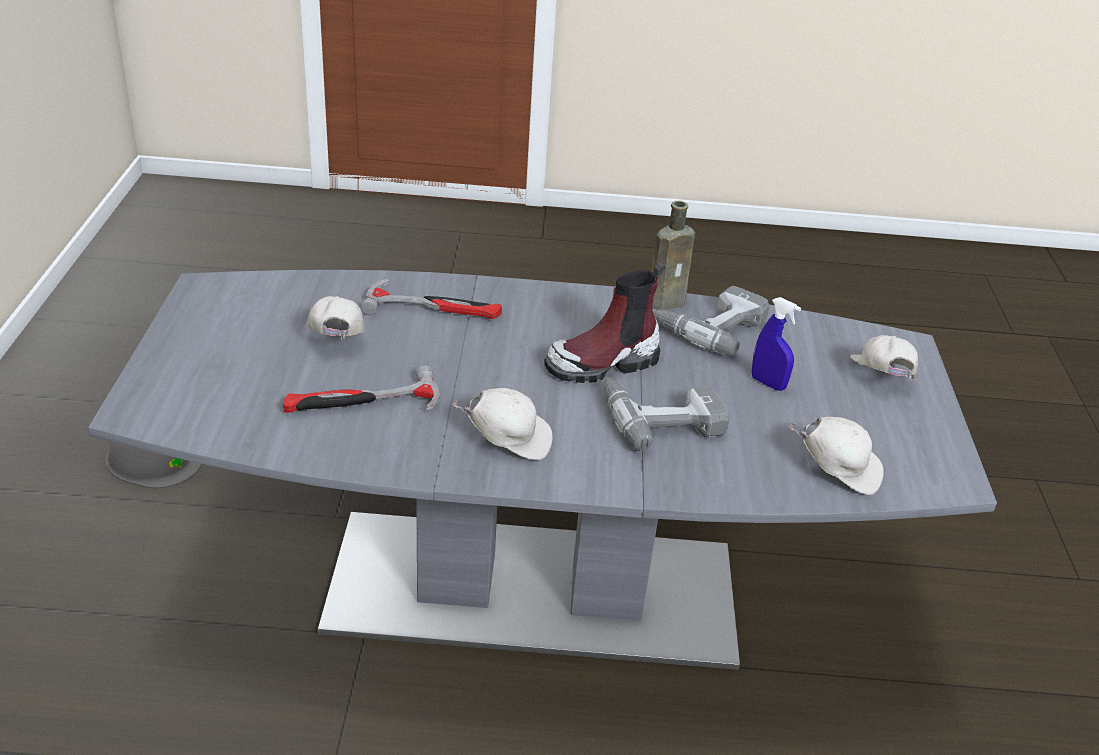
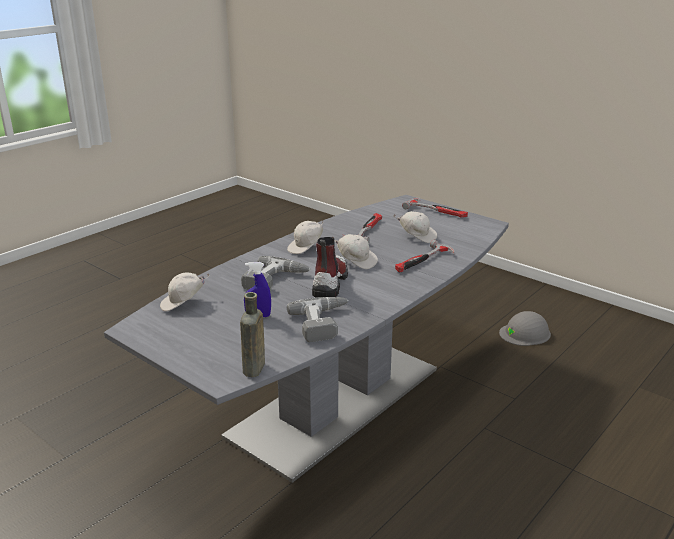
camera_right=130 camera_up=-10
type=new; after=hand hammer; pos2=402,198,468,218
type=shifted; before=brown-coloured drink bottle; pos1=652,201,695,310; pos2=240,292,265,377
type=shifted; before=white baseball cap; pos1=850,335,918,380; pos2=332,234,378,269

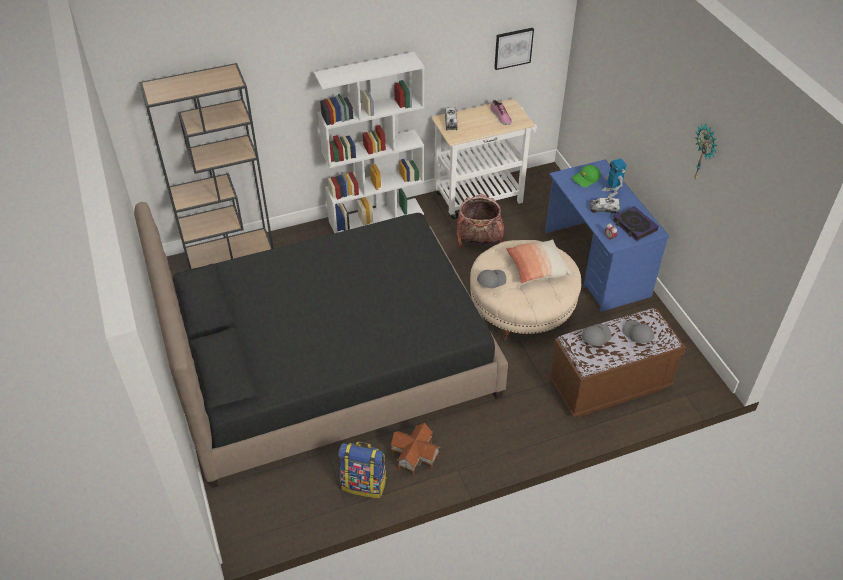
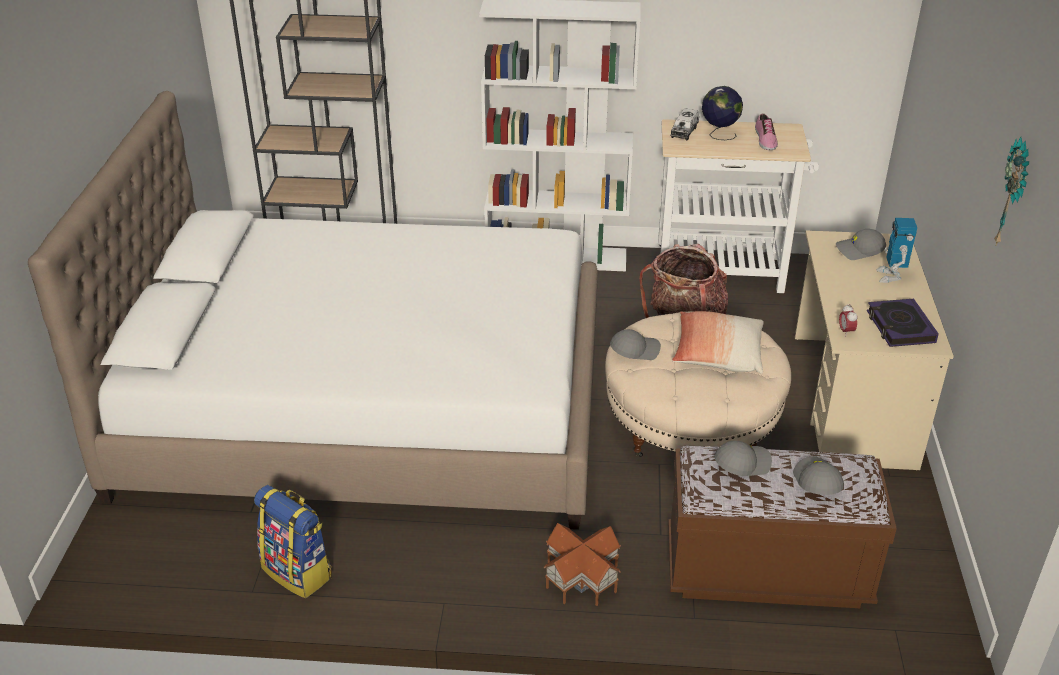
camera_right=25 camera_up=-10
type=gone; before=wall art; pos1=494,28,534,70
type=gone; before=toy lorry; pos1=590,198,620,214
type=new; after=globe; pos2=702,86,743,140
type=shifted; before=miniature house; pos1=390,423,440,477; pos2=544,523,621,606
type=repainted; before=black-coloured bedroom bed; after=white bedroom bed; pos1=134,202,508,488; pos2=28,91,598,530
type=repainted; before=blue-coloured desk; after=beige-coloured desk; pos1=545,160,670,312; pos2=795,230,954,471
type=repainted; before=green-coloured baseball cap; after=greyish baseball cap; pos1=572,165,601,187; pos2=836,229,886,260

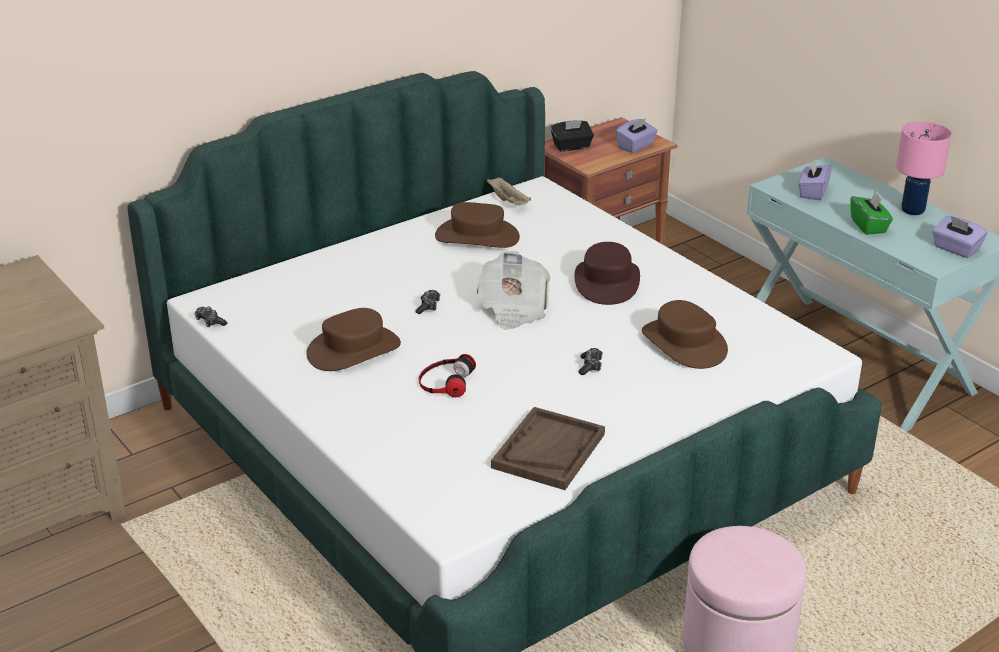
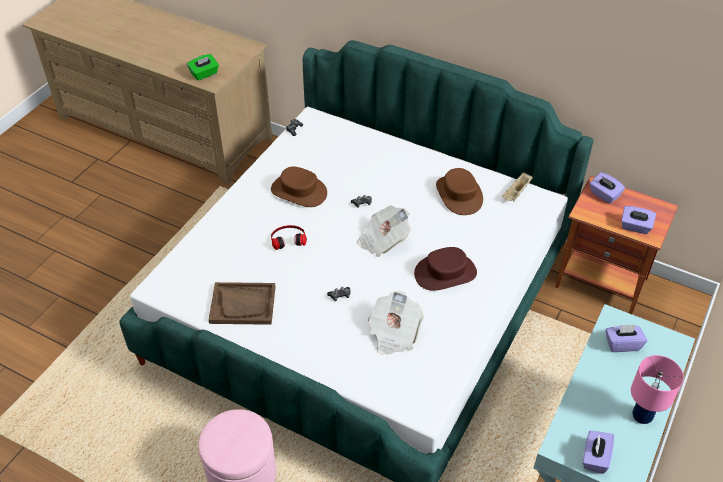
camera_right=65 camera_up=15
type=shifted; before=green-coloured tissue box; pos1=851,191,893,235; pos2=187,54,219,81
type=swapped; before=brown-coloured clothing hat; after=newspaper; pos1=642,300,728,369; pos2=368,291,424,355
type=repainted; before=black-coloured tissue box; after=purple tissue box; pos1=550,120,594,152; pos2=590,172,625,204

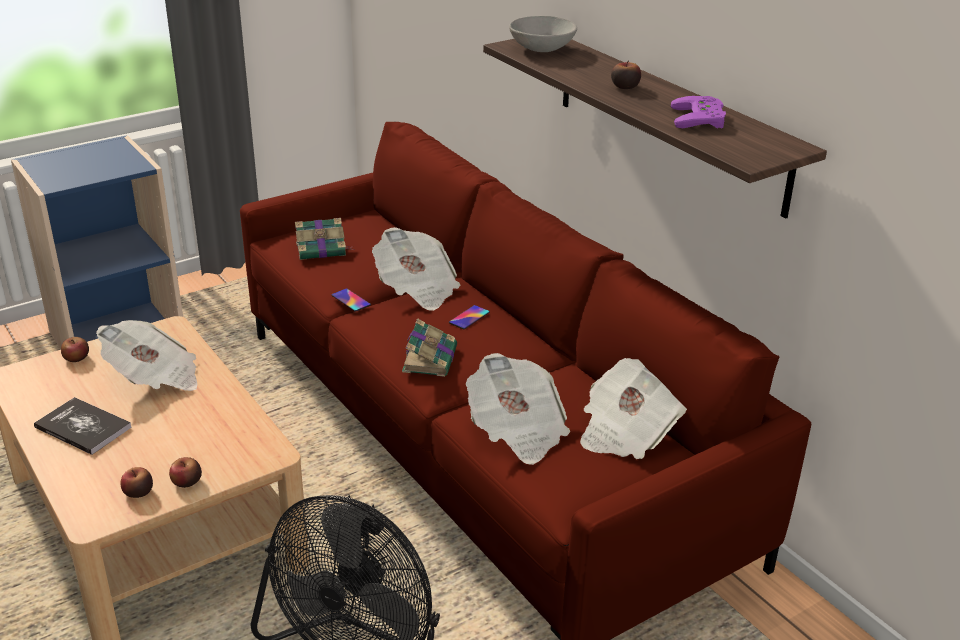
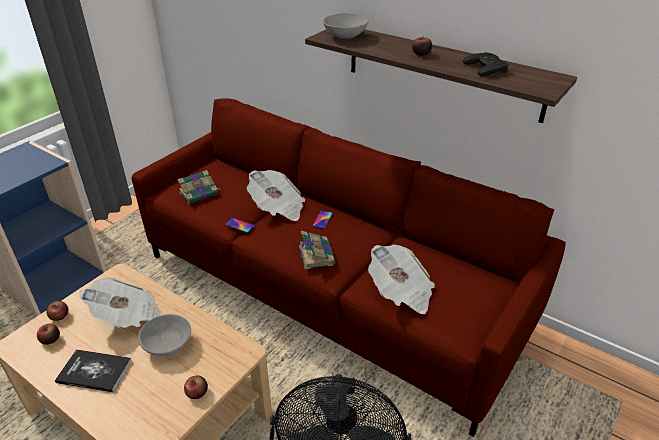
camera_right=-20 camera_up=5
type=gone; before=newspaper; pos1=580,358,687,459
type=new; after=greyish deep dish; pos2=138,314,191,356
type=shifted; before=whole apple; pos1=120,467,153,498; pos2=37,324,60,344
type=repainted; before=purple gamepad; after=black-coloured gamepad; pos1=671,96,726,128; pos2=463,52,508,77

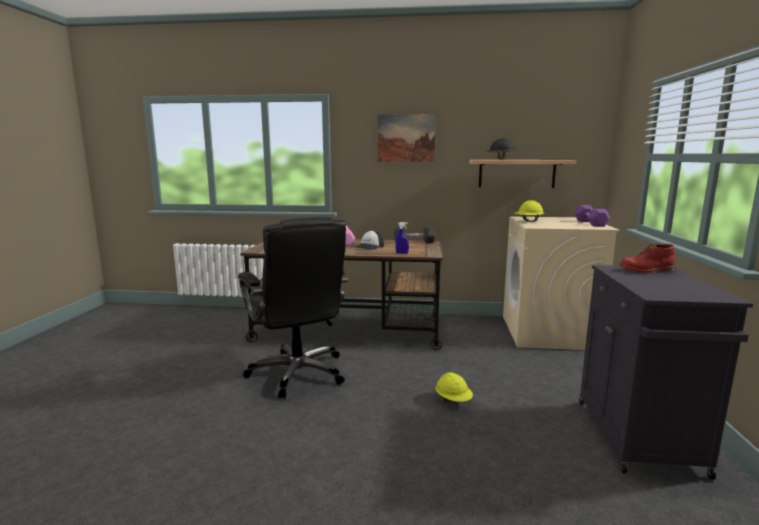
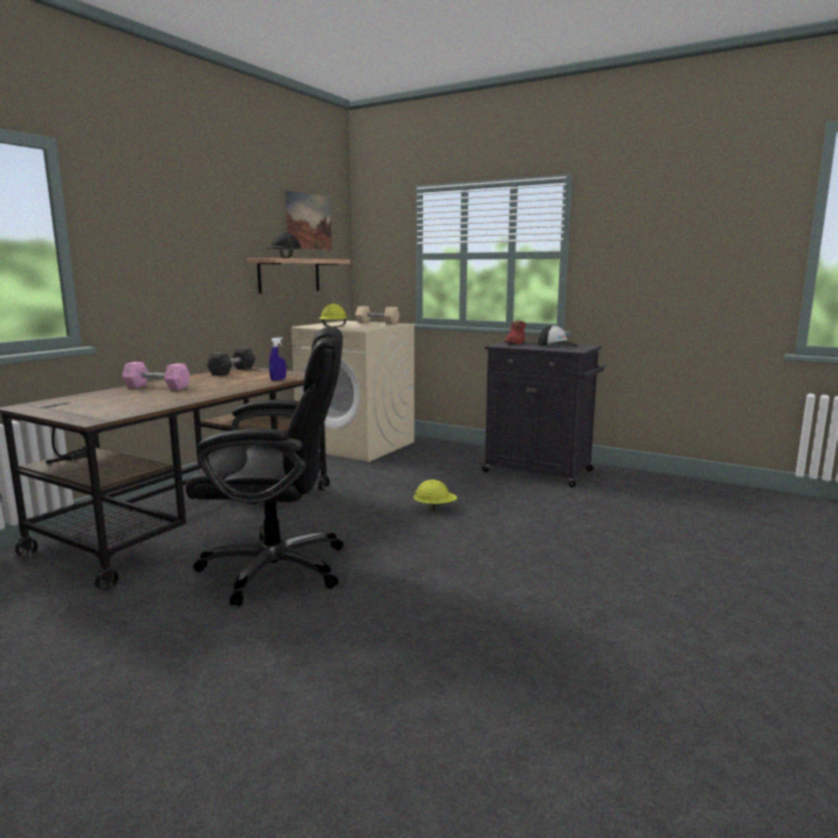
camera_right=-65 camera_up=0
type=shifted; before=baseball cap; pos1=354,230,384,250; pos2=538,325,579,348
type=shifted; before=wall art; pos1=378,114,436,162; pos2=285,190,332,250
type=repainted; before=purple dumbbell; after=beige-coloured dumbbell; pos1=574,205,610,227; pos2=355,306,400,324

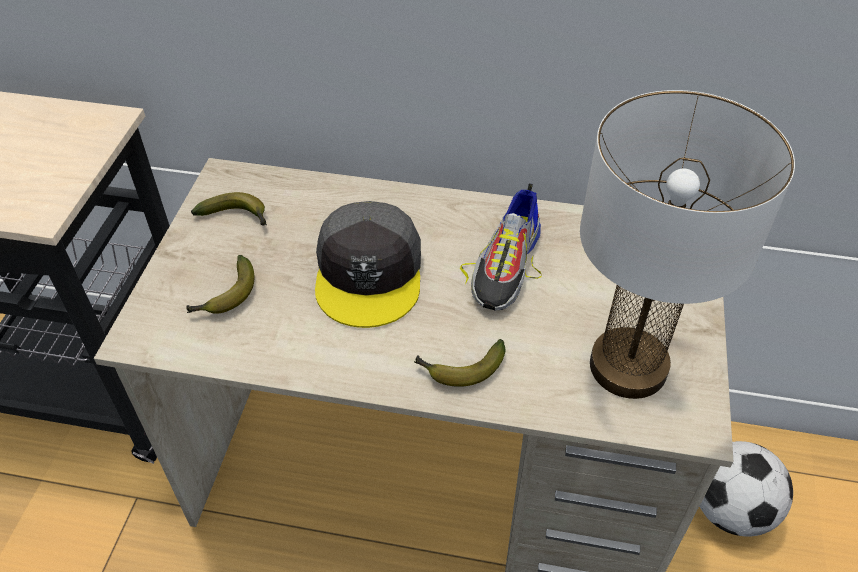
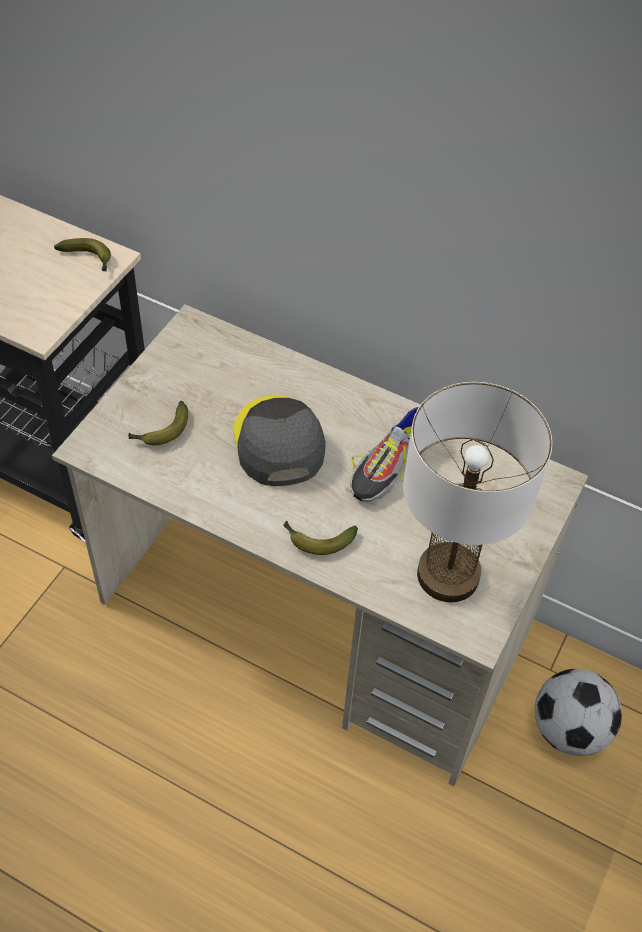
camera_right=15 camera_up=5
type=shifted; before=whole banana; pos1=191,192,267,226; pos2=54,238,111,272
type=rotated; before=greyish baseball cap; pos1=315,201,421,328; pos2=234,396,326,486; turn=150

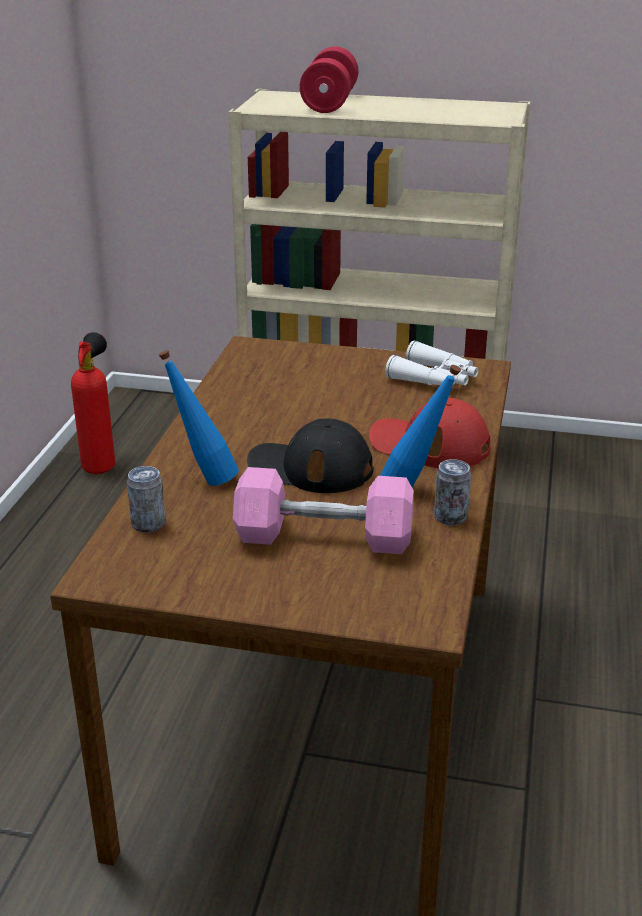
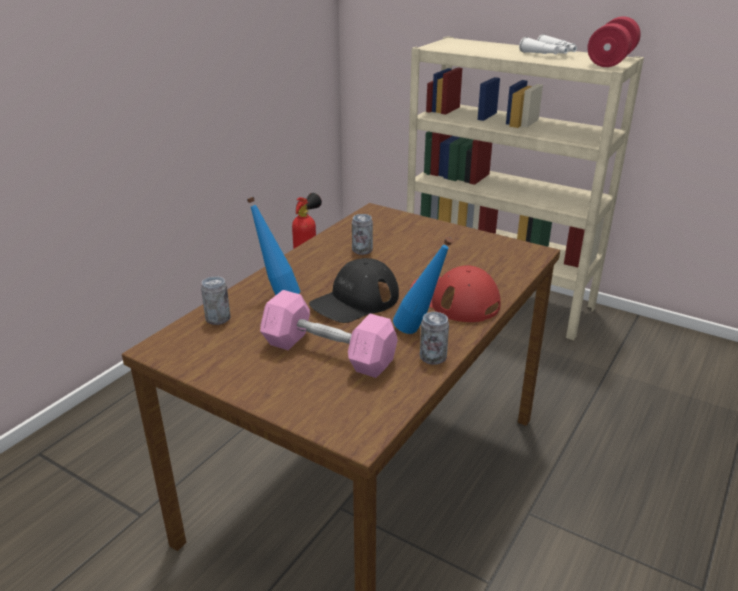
camera_right=20 camera_up=0
type=new; after=metal can; pos2=352,214,373,255
type=shifted; before=reddish dumbbell; pos1=300,47,358,113; pos2=587,16,641,67
type=shifted; before=white binoculars; pos1=385,341,478,386; pos2=519,34,577,54
type=rotated; before=black-coloured baseball cap; pos1=247,419,373,493; pos2=309,258,399,323; turn=-75

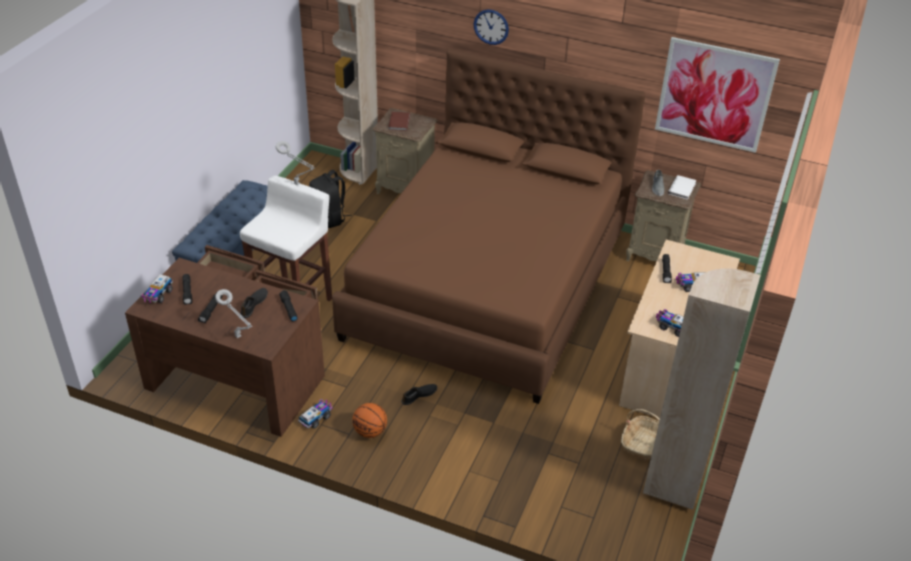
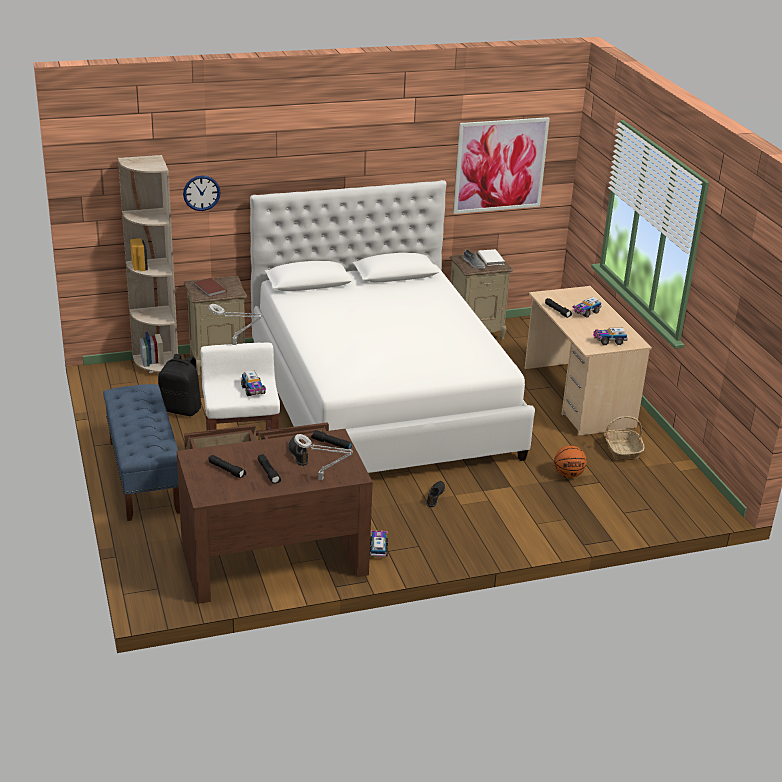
camera_right=-40 camera_up=-10
type=gone; before=beige-coloured bookcase; pos1=643,268,761,510
type=shifted; before=toy lorry; pos1=141,274,173,303; pos2=241,370,266,396
type=shifted; before=ball for basketball; pos1=352,403,387,438; pos2=554,445,587,478
type=shifted; before=wall clock; pos1=474,10,509,45; pos2=183,175,221,211
type=repainted; before=brown-coloured bedroom bed; after=white bedroom bed; pos1=332,49,646,404; pos2=250,180,535,473

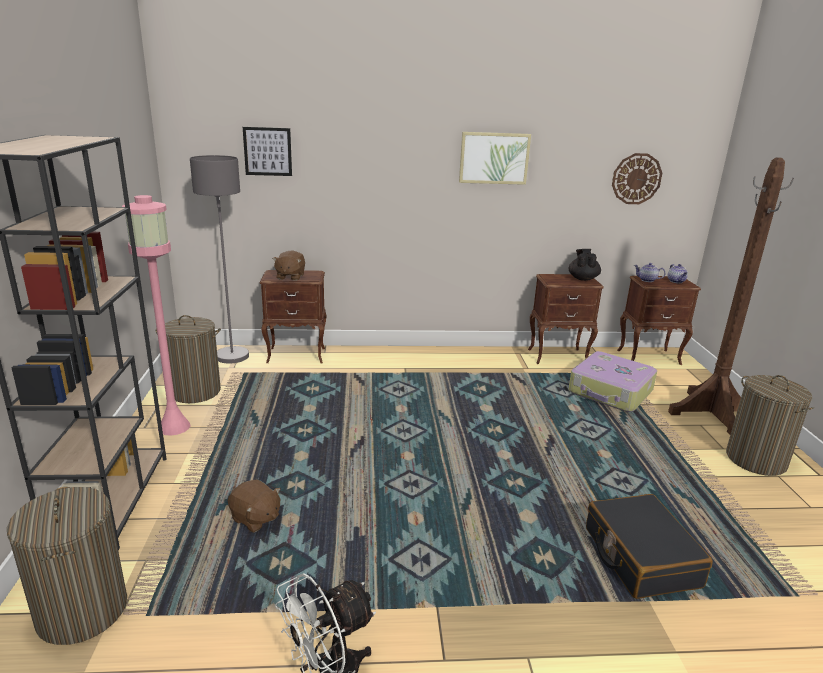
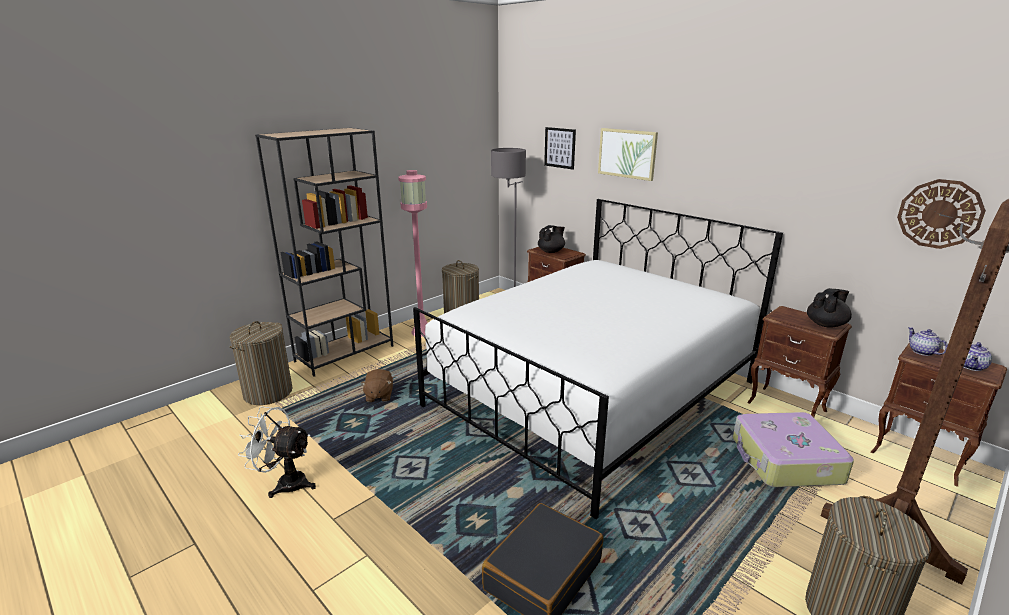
camera_right=50 camera_up=0
type=new; after=white bedroom bed; pos2=413,199,783,519
type=shifted; before=wall art; pos1=459,132,531,185; pos2=598,128,658,181
type=swapped; before=brown-coloured plush toy; after=black-coloured teapot; pos1=272,250,305,281; pos2=538,225,565,253

